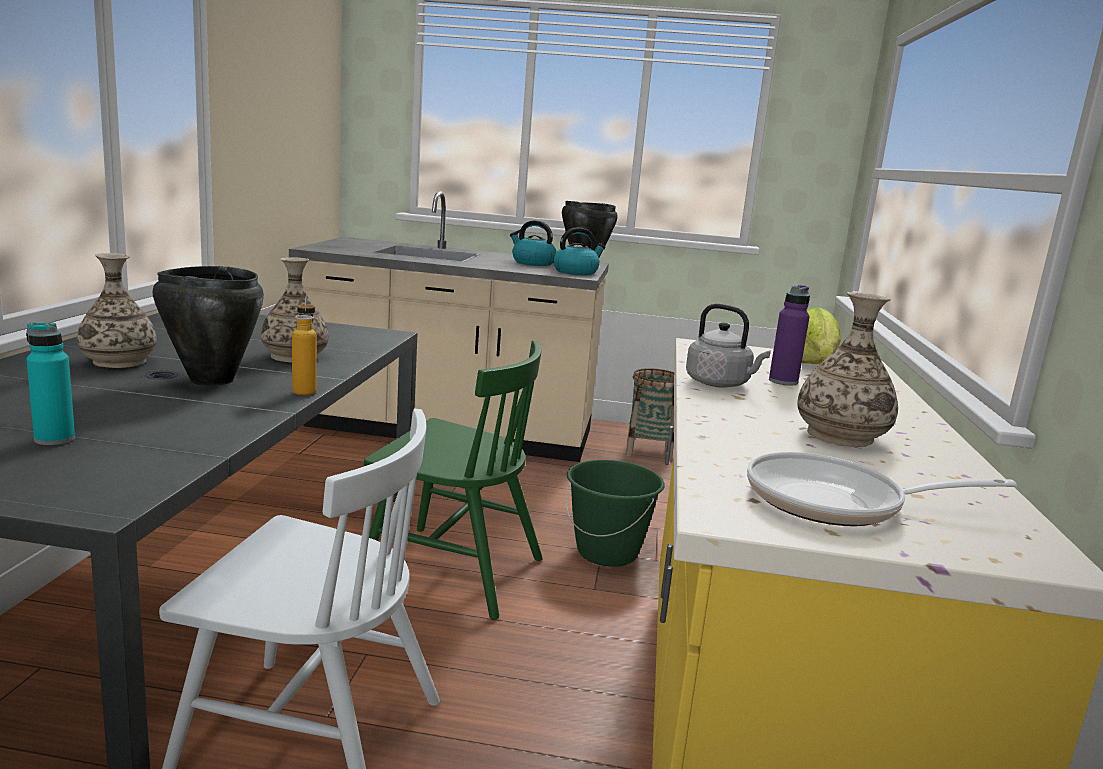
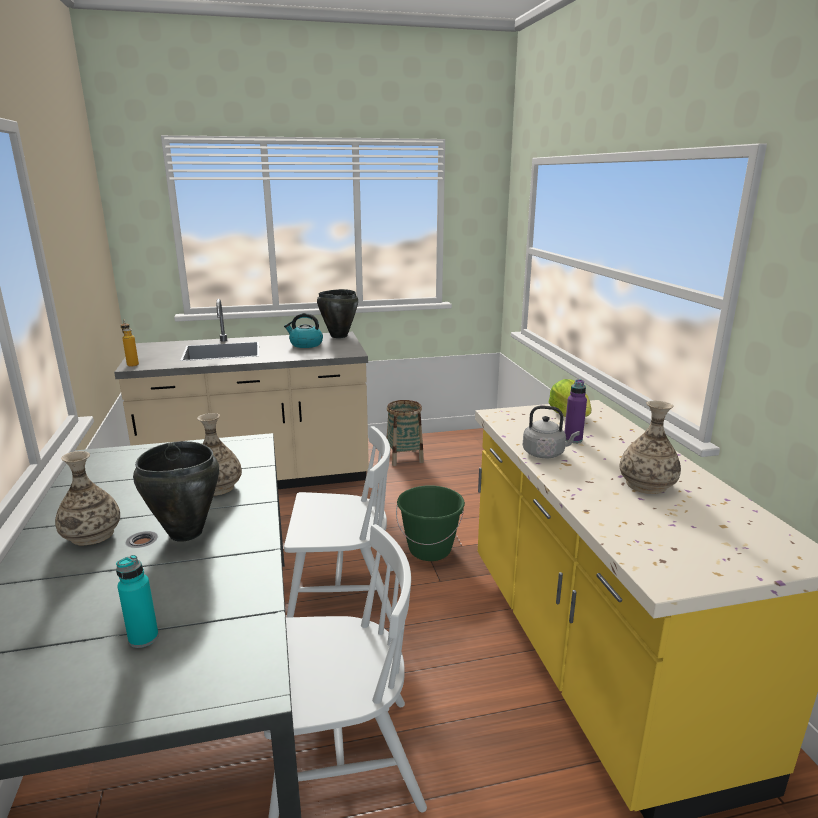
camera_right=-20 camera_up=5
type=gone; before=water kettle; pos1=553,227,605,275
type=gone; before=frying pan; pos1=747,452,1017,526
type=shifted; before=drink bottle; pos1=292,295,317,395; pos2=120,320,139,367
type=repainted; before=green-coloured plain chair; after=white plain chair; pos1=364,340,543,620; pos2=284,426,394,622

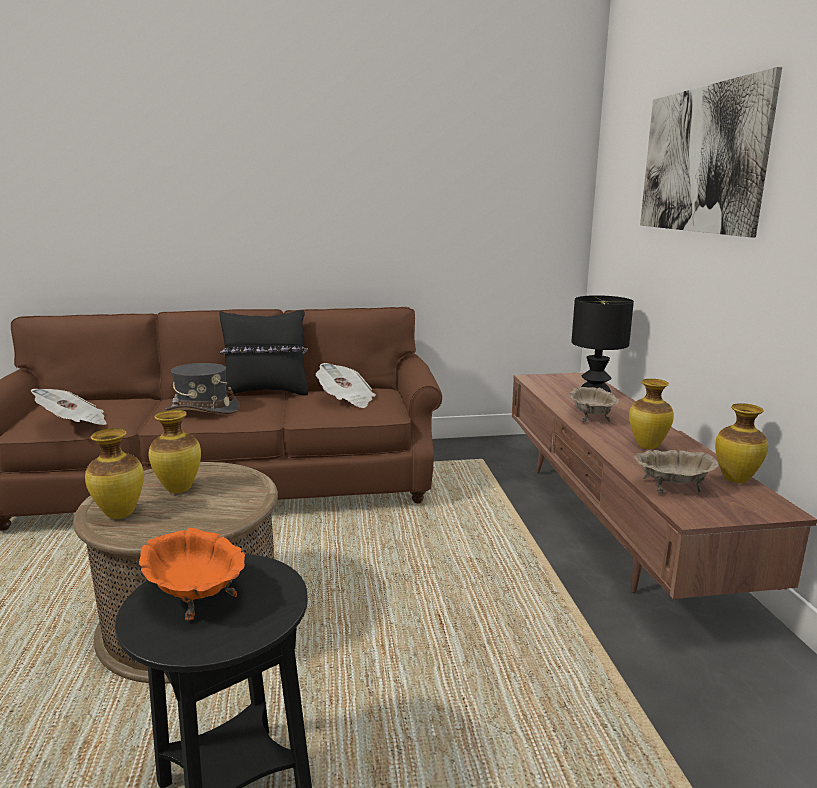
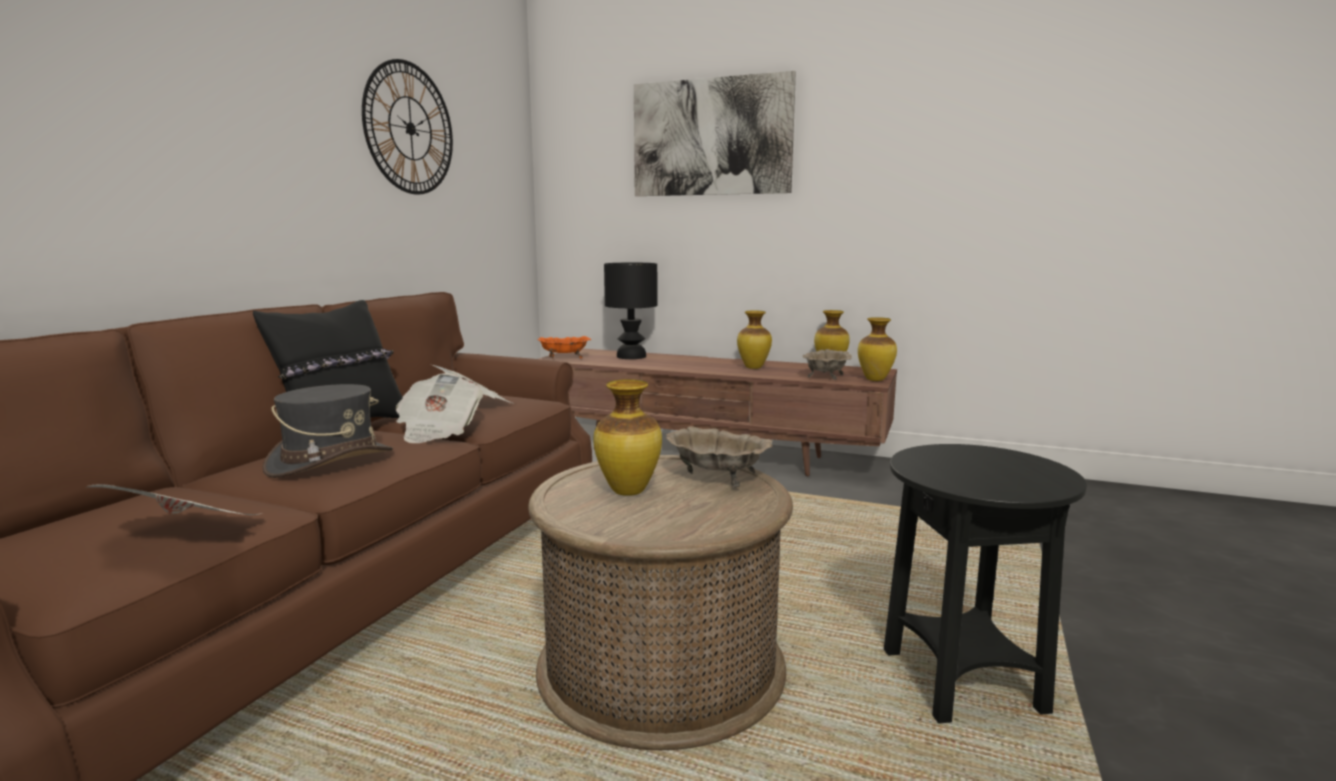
camera_right=-60 camera_up=-5
type=new; after=wall clock; pos2=362,59,453,194
type=new; after=newspaper; pos2=395,373,483,443
type=shifted; before=vase; pos1=85,428,144,519; pos2=858,317,897,381
type=shifted; before=orange deep dish; pos1=139,528,245,620; pos2=538,336,591,358
type=shifted; before=beige-coloured deep dish; pos1=569,387,619,422; pos2=666,426,772,488

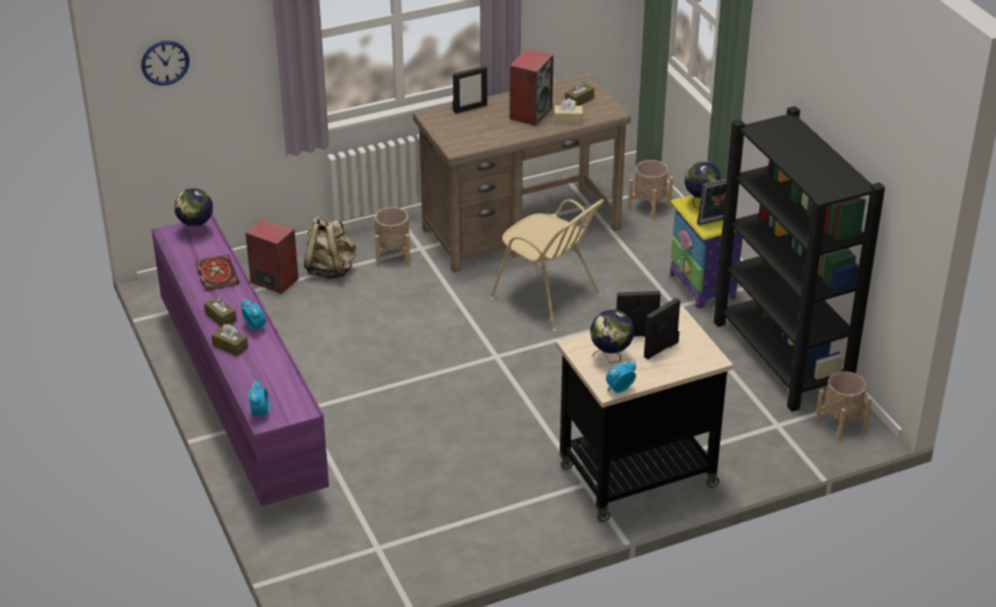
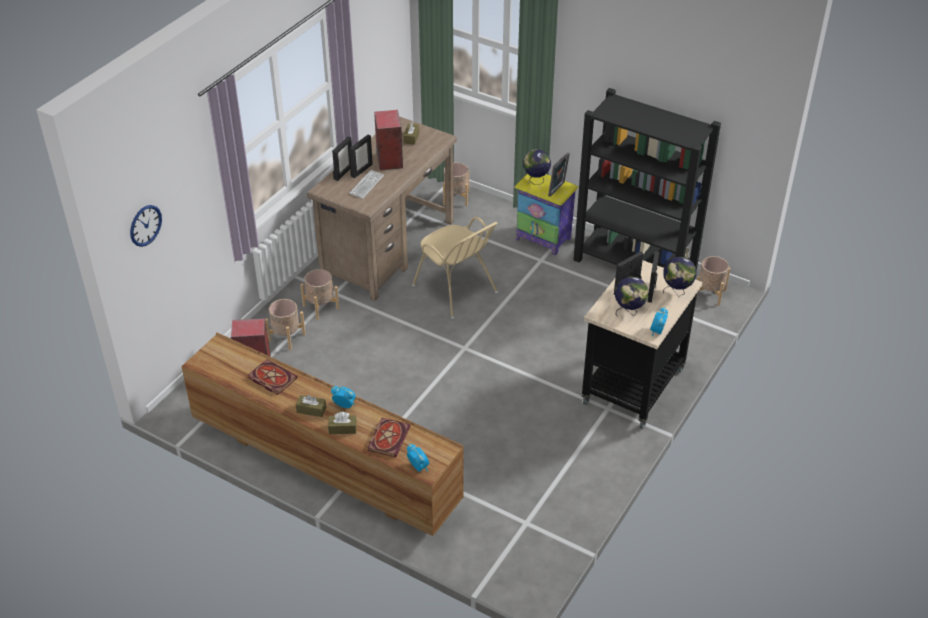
camera_right=-35 camera_up=5
type=gone; before=beige-coloured tissue box; pos1=554,99,583,124
type=new; after=computer keyboard; pos2=349,170,384,199
type=new; after=photo frame; pos2=350,135,373,178
type=new; after=bound book; pos2=367,418,411,457
type=shifted; before=globe; pos1=175,188,213,236; pos2=663,257,697,297
type=swapped; before=beige-coloured backpack; after=beige-coloured plant pot; pos1=304,216,356,279; pos2=265,299,306,350
type=repainted; before=purple cupboard; after=brown-coloured cupboard; pos1=151,213,329,506; pos2=181,333,463,536
type=rotated; before=beige-coloured plain chair; pos1=490,199,604,331; pos2=412,217,498,319; turn=45

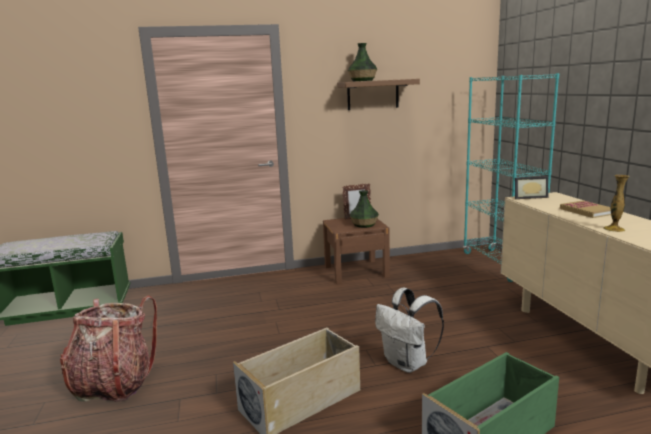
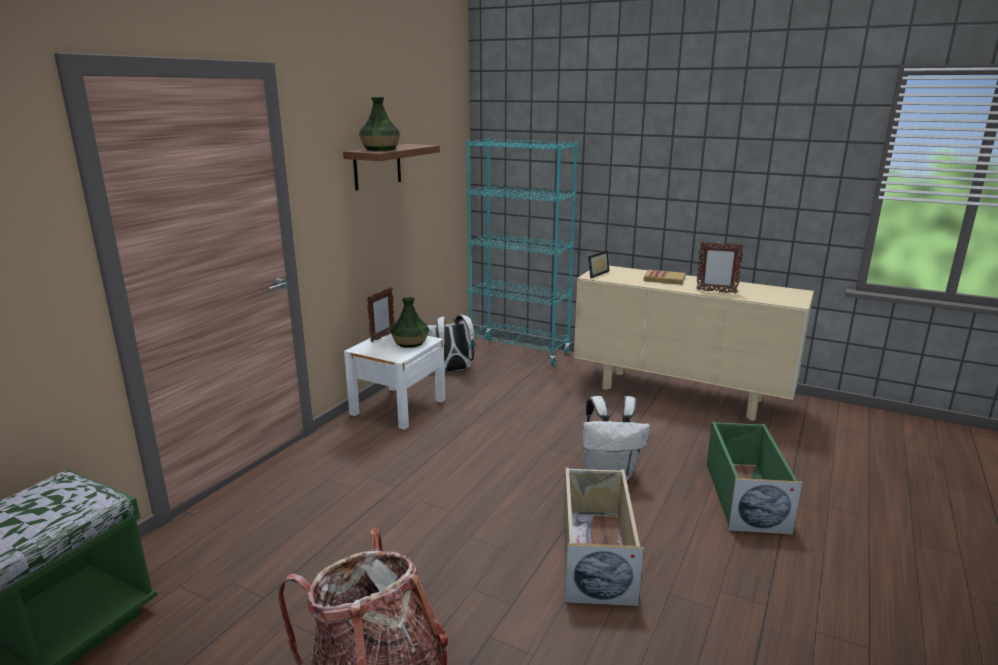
camera_right=-50 camera_up=5
type=new; after=white backpack; pos2=427,315,475,373
type=swapped; before=vase; after=photo frame; pos1=603,175,630,232; pos2=696,242,744,293
type=repainted; before=brown-coloured bedside table; after=white bedside table; pos1=323,218,390,284; pos2=344,331,445,430

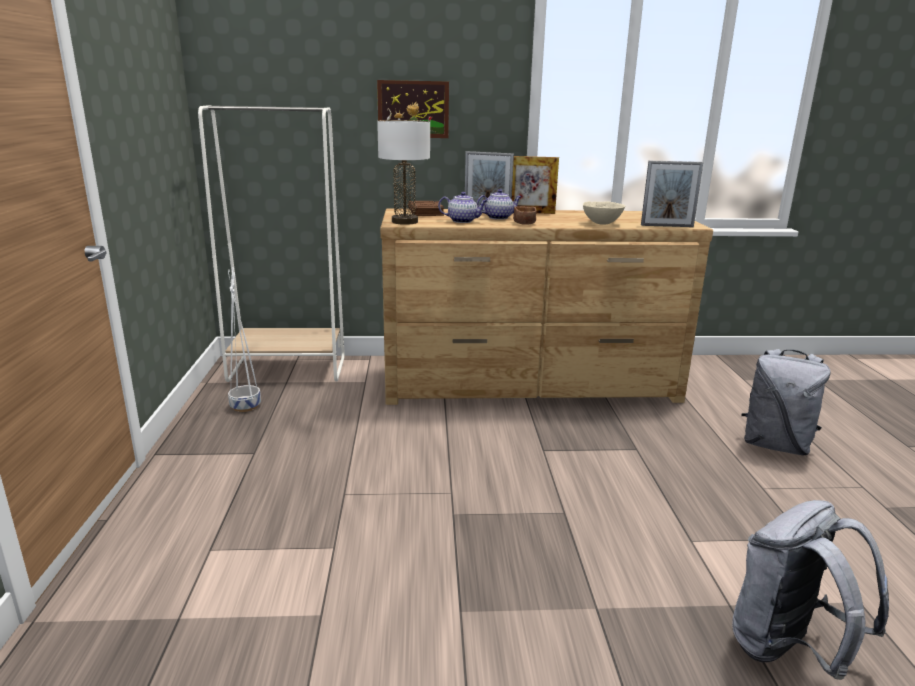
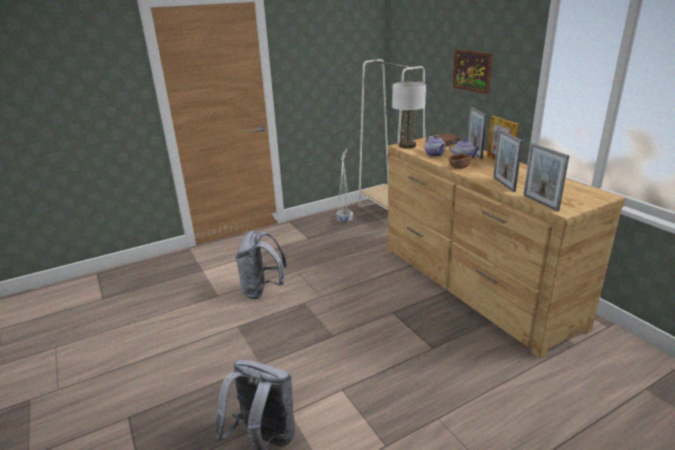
camera_right=65 camera_up=5
type=shifted; before=greyish backpack; pos1=741,349,831,455; pos2=235,231,287,299
type=swapped; before=beige-coloured deep dish; after=photo frame; pos1=583,201,625,225; pos2=493,129,522,192

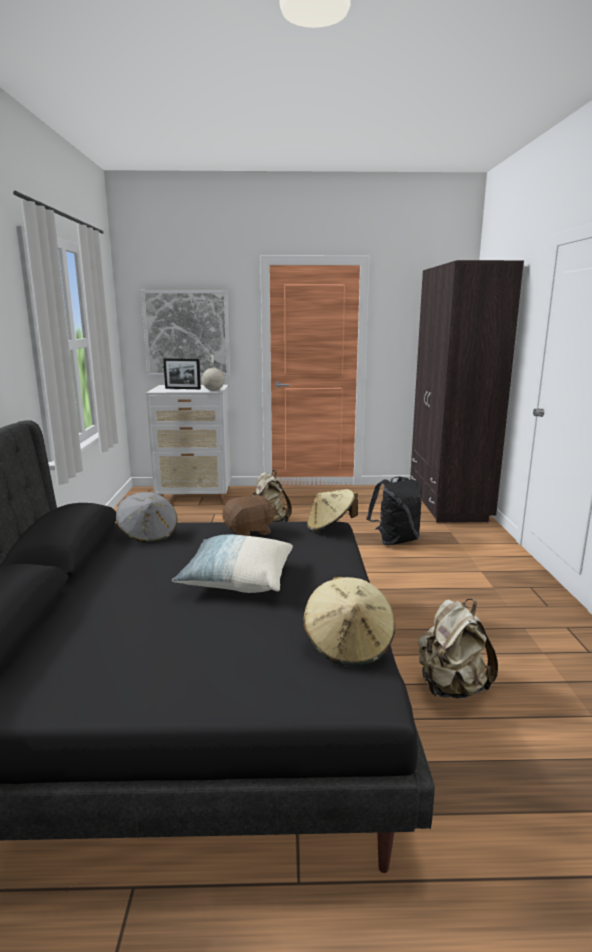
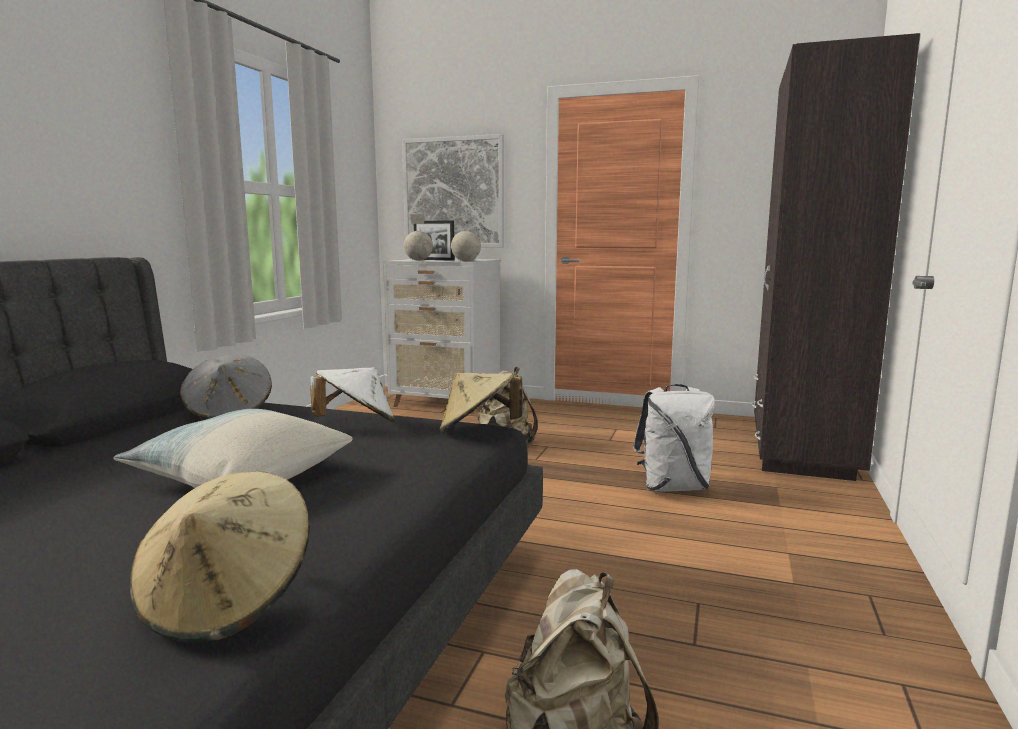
camera_right=20 camera_up=-5
type=new; after=globe; pos2=404,214,433,261
type=swapped; before=brown-coloured plush toy; after=white clothing hat; pos1=222,494,275,536; pos2=310,367,394,422
type=repainted; before=black-coloured backpack; after=white backpack; pos1=366,477,422,545; pos2=633,384,715,492

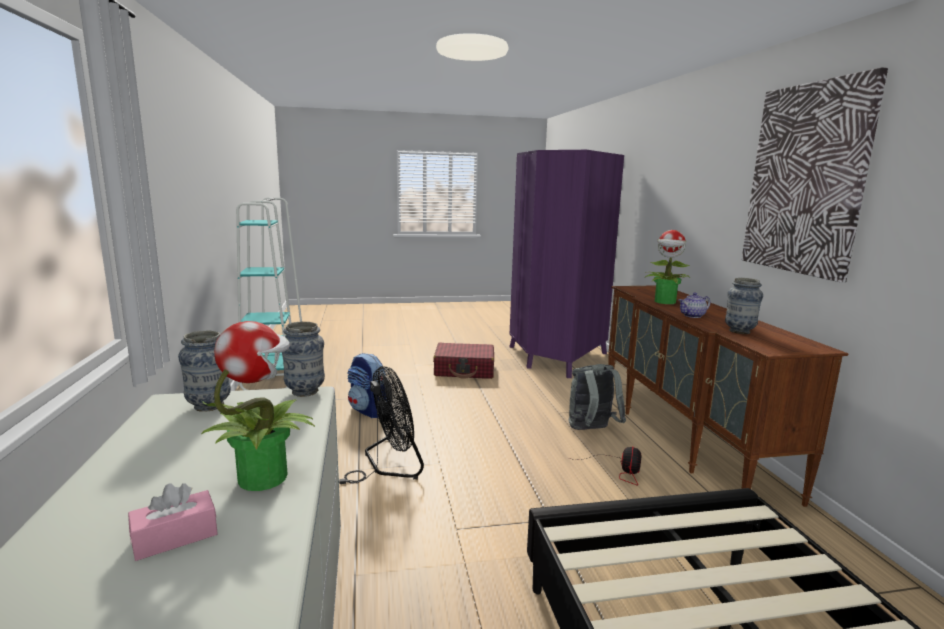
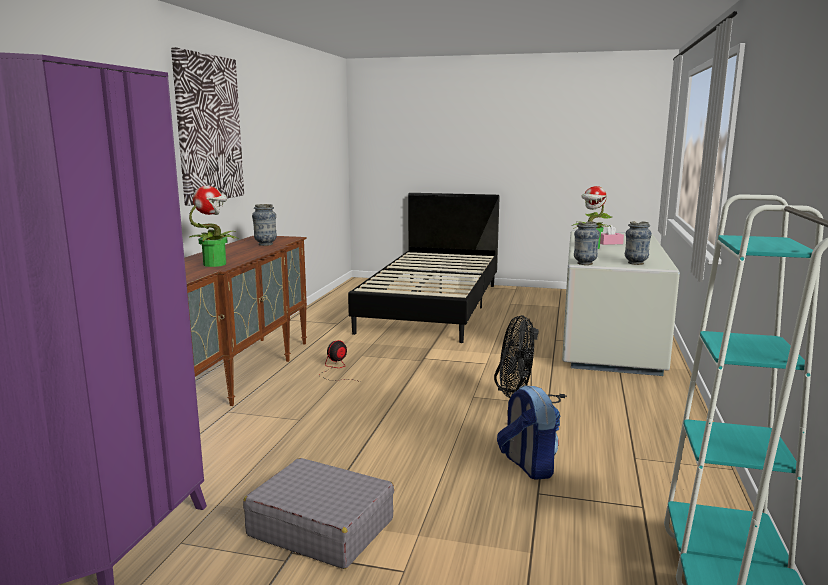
camera_right=-155 camera_up=0
type=gone; before=greyish backpack; pos1=569,364,626,430
type=gone; before=teapot; pos1=679,293,710,318
type=repainted; before=reddish suitcase; after=greyish suitcase; pos1=433,343,494,379; pos2=243,458,394,569

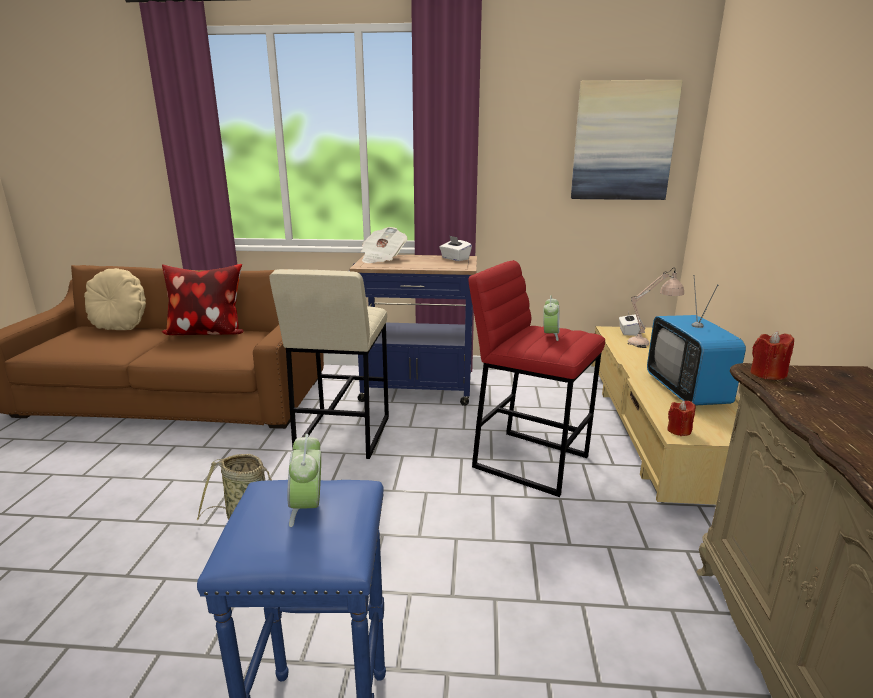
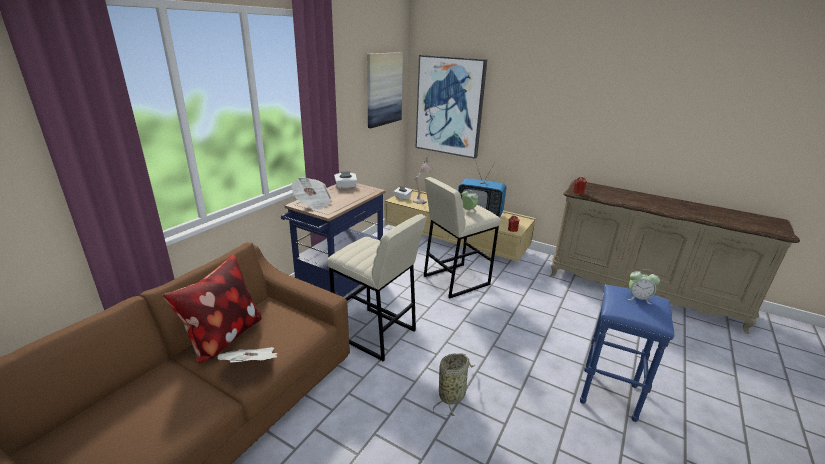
camera_right=-65 camera_up=5
type=gone; before=beige-coloured pillow; pos1=84,268,146,330
type=new; after=newspaper; pos2=217,347,278,363
type=new; after=wall art; pos2=416,55,487,159
type=repainted; before=reddish sitting stool; after=beige-coloured sitting stool; pos1=468,260,605,497; pos2=424,177,501,298

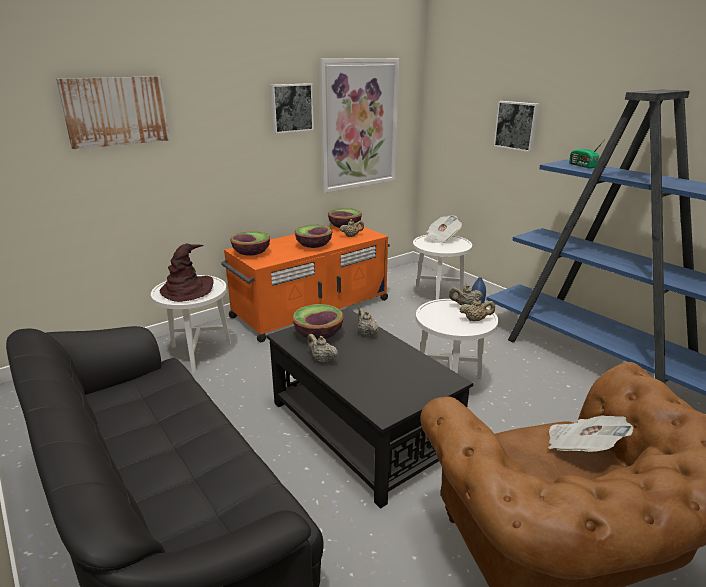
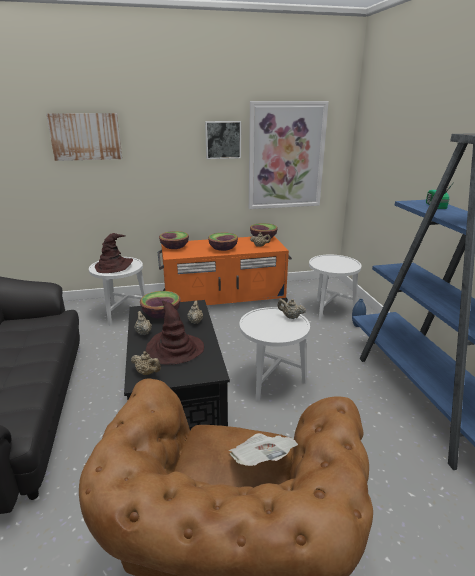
camera_right=25 camera_up=0
type=gone; before=newspaper; pos1=424,215,462,243
type=gone; before=wall art; pos1=494,101,539,152
type=new; after=brown-coloured clothing hat; pos2=146,301,204,365
type=shifted; before=beige-coloured teapot; pos1=459,298,495,321; pos2=131,351,161,375

